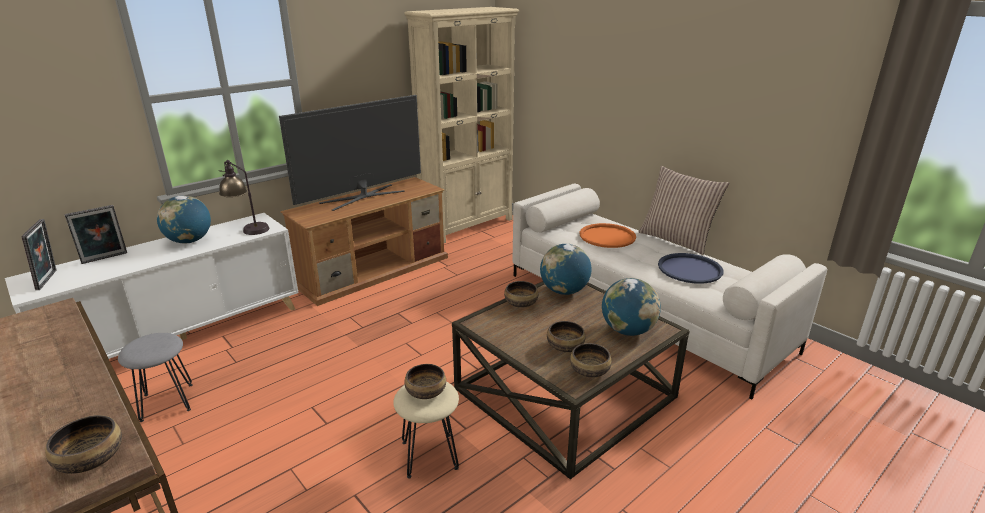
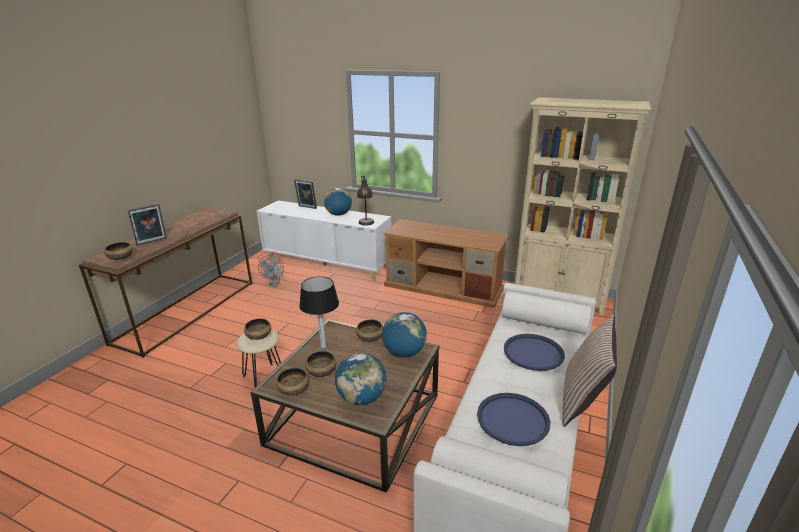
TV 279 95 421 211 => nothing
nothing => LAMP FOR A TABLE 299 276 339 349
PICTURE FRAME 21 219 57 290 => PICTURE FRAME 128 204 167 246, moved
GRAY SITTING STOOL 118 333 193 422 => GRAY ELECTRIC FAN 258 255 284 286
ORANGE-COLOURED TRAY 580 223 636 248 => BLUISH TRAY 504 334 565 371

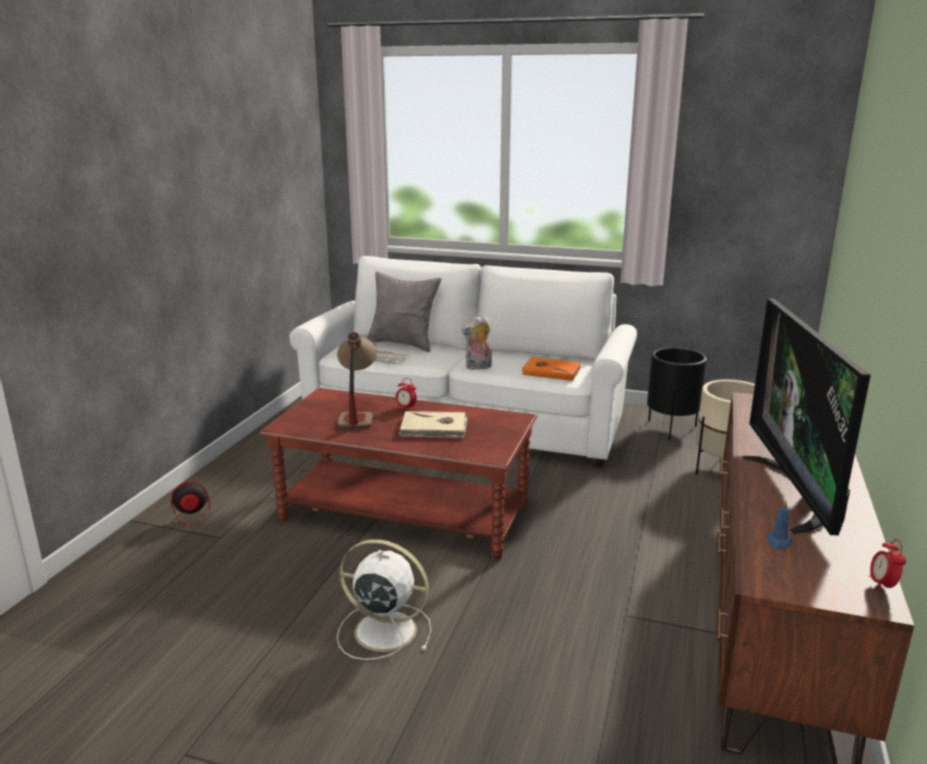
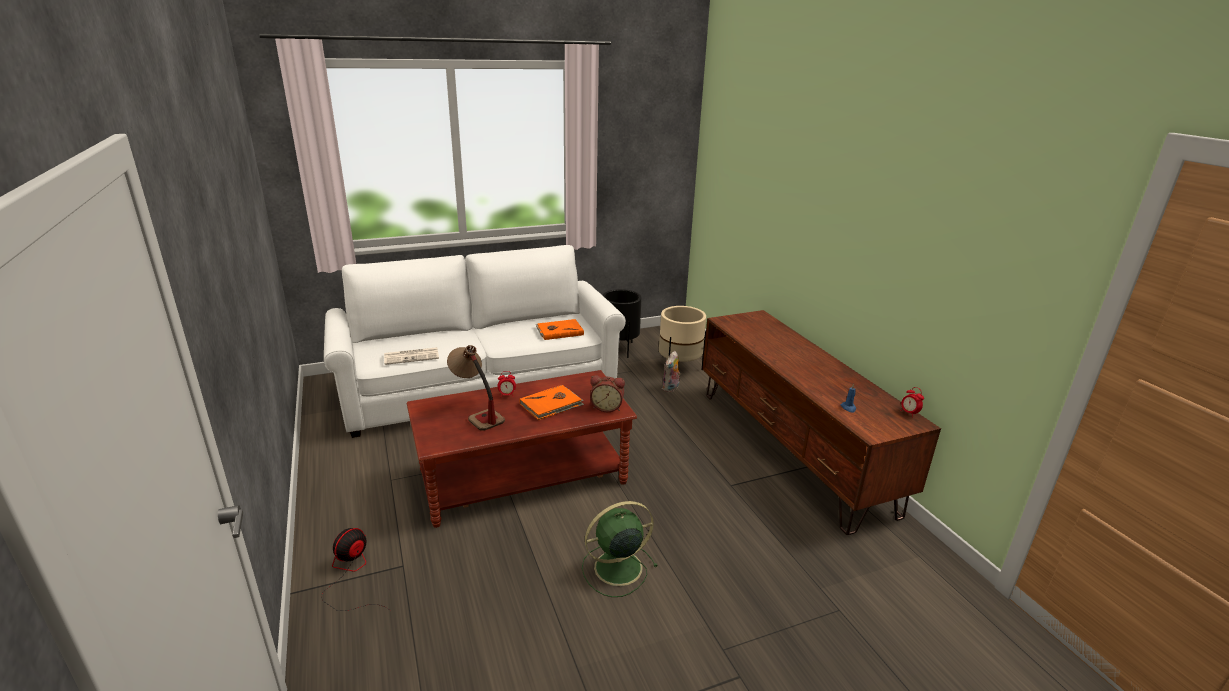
GRAY CUSHION 366 272 441 352 => nothing
TV 742 298 871 535 => nothing
nothing => ALARM CLOCK 590 375 625 412
SOFT TOY 462 316 492 370 => SOFT TOY 662 351 681 392, moved
WHITE-COLOURED ELECTRIC FAN 337 539 431 660 => GREEN ELECTRIC FAN 582 501 658 597
SAND-COLOURED BOUND BOOK 399 411 468 438 => ORANGE-COLOURED BOUND BOOK 519 385 584 420

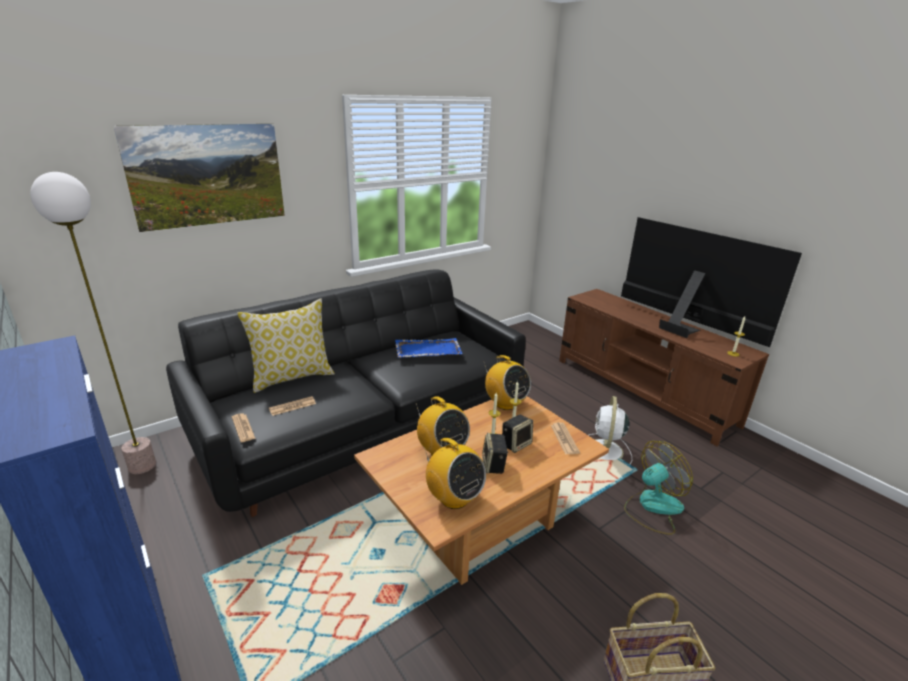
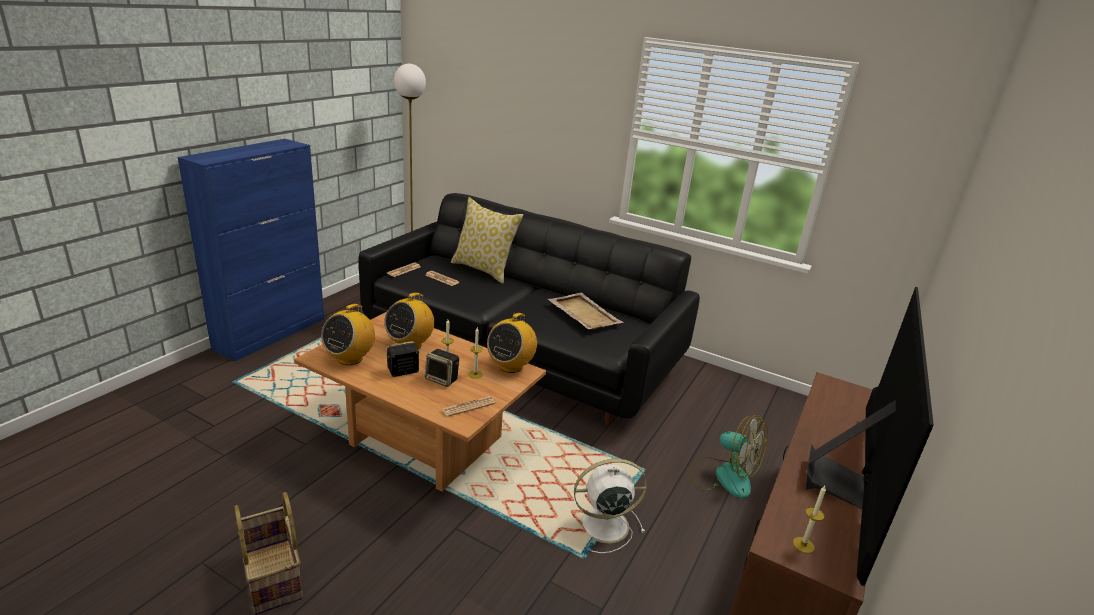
WALL ART 114 124 285 232 => nothing
ELECTRIC FAN 624 441 693 535 => ELECTRIC FAN 690 415 768 499, moved
BLUISH TRAY 395 338 463 357 => SAND-COLOURED TRAY 548 293 623 330

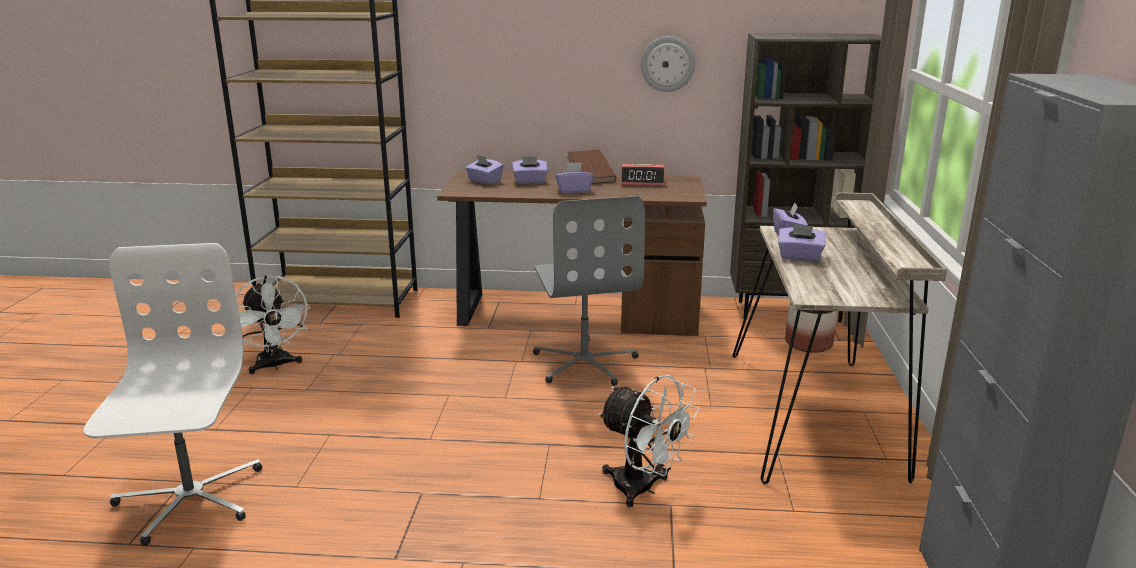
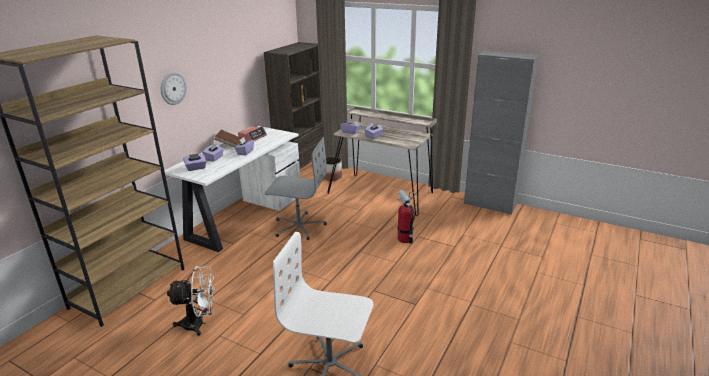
WALL CLOCK 641 36 695 92 => WALL CLOCK 161 72 187 105, moved
WHITE-COLOURED ELECTRIC FAN 598 375 700 507 => EXTINGUISHER 397 190 415 244
BROWN-COLOURED DESK 437 171 707 336 => WHITE-COLOURED DESK 164 126 300 252

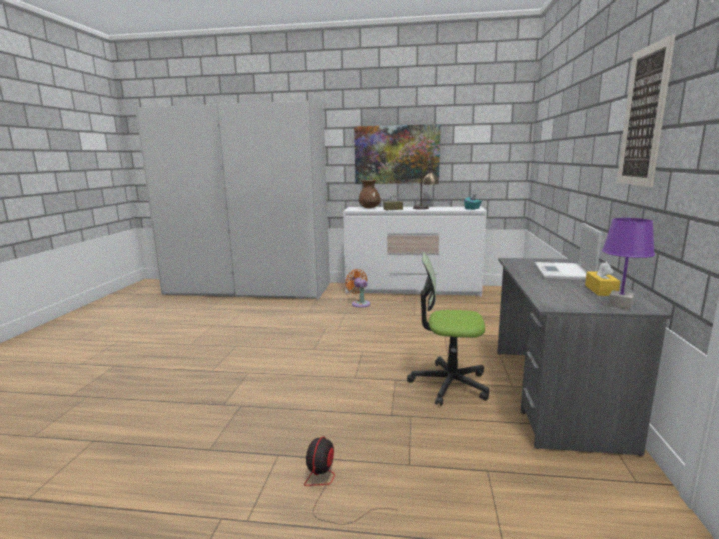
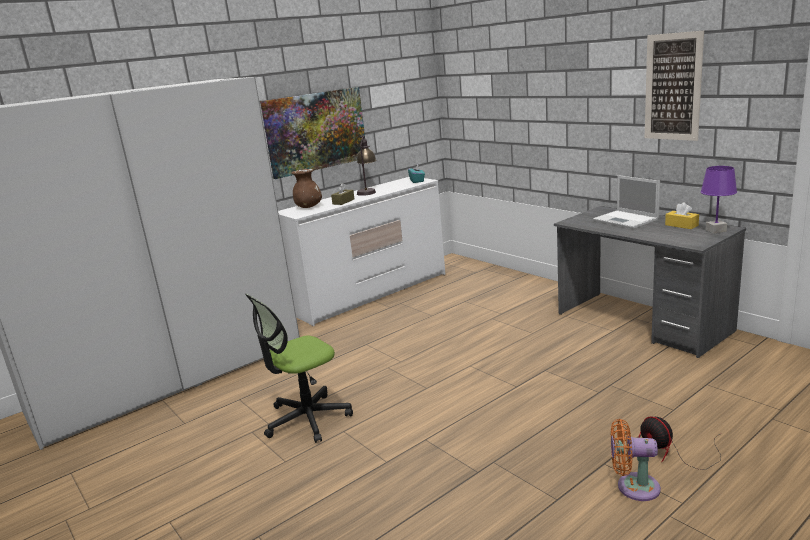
ORANGE-COLOURED ELECTRIC FAN 345 269 371 308 => ORANGE-COLOURED ELECTRIC FAN 611 419 661 501, moved
OFFICE CHAIR 407 253 489 406 => OFFICE CHAIR 245 293 353 443, moved

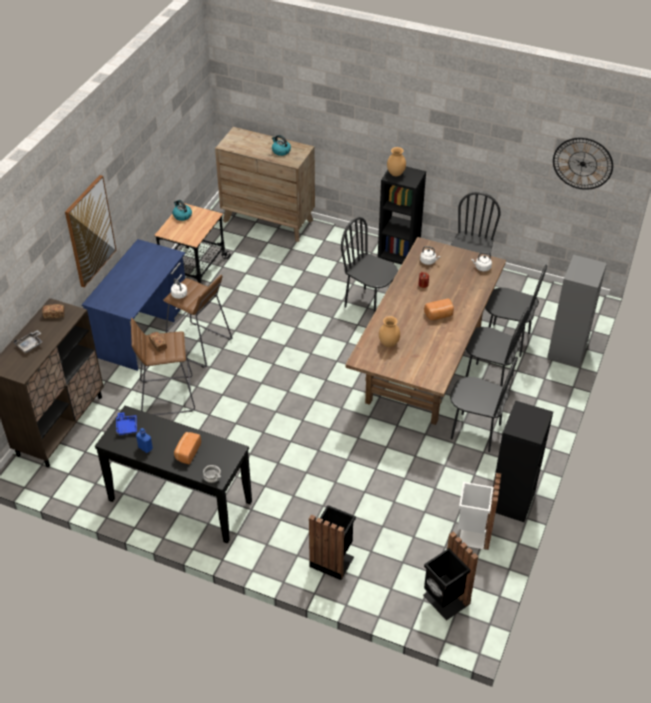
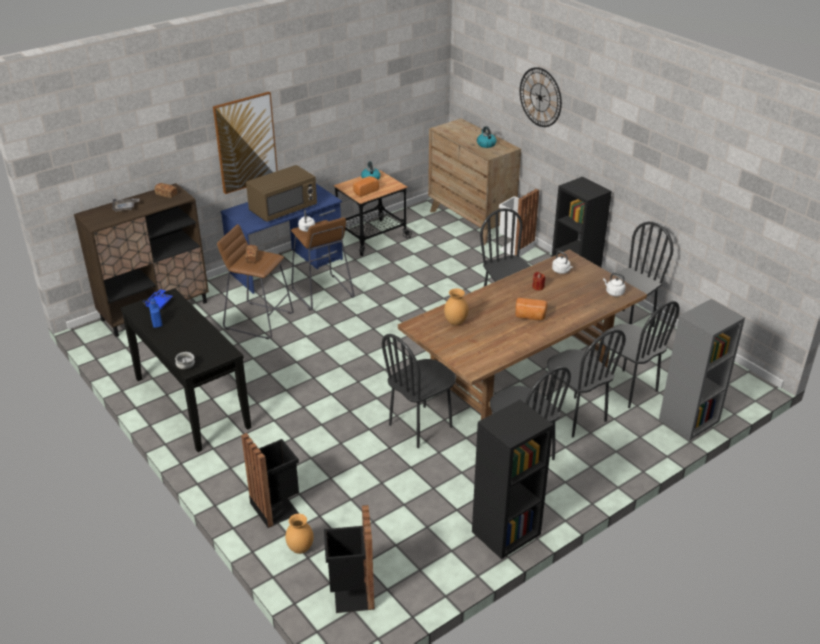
nothing => BROWN-COLOURED KITCHEN MICROWAVE 246 165 317 222
nothing => BLACK CHAIR 382 334 456 448
BAKERY BREAD 174 432 201 465 => BAKERY BREAD 353 176 379 197, moved
BROWN-COLOURED VASE 387 147 406 176 => BROWN-COLOURED VASE 285 514 313 554, moved
WHITE-COLOURED WASTE BIN 458 473 501 550 => WHITE-COLOURED WASTE BIN 499 189 539 257, moved
WALL CLOCK 553 138 613 190 => WALL CLOCK 520 67 562 127, moved

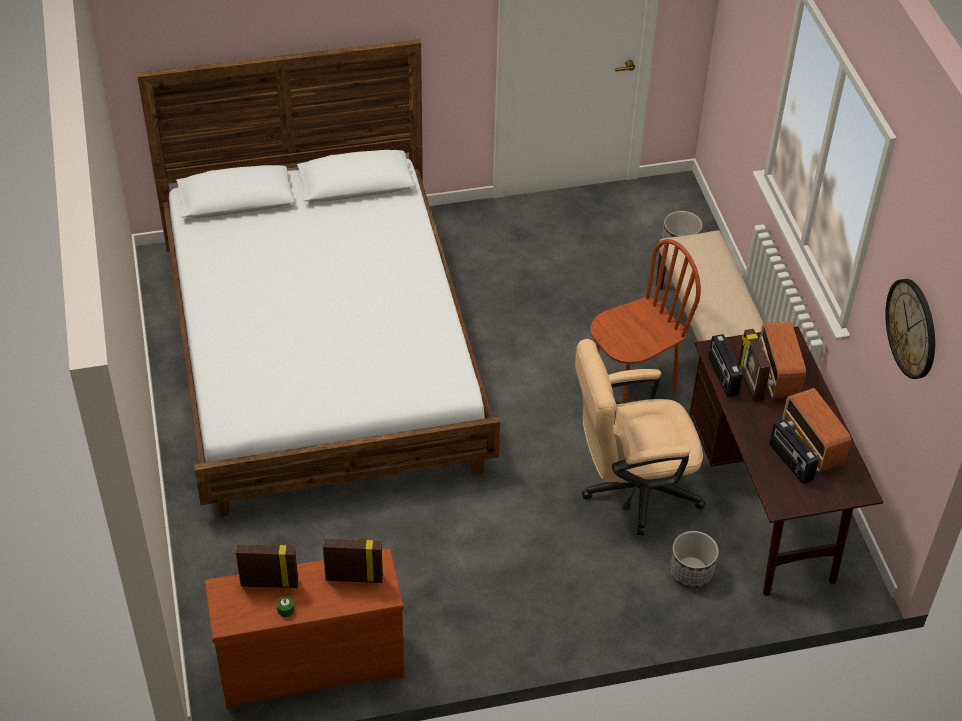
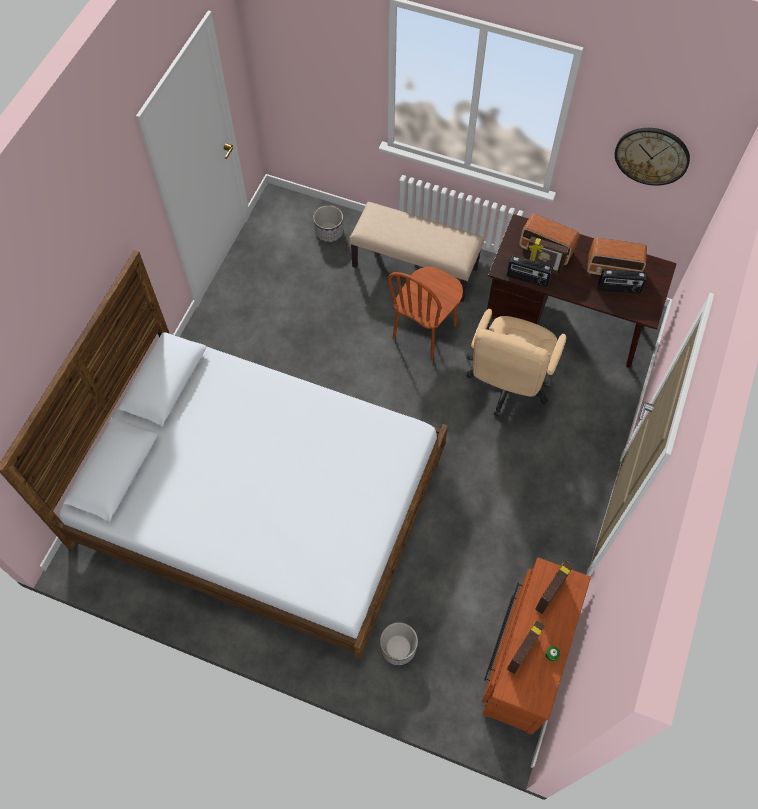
FLOWER POT 670 531 719 588 => FLOWER POT 380 622 418 665, moved
BROWN-COLOURED CHAIR 590 239 701 402 => BROWN-COLOURED CHAIR 388 267 463 361, 150 degrees counterclockwise

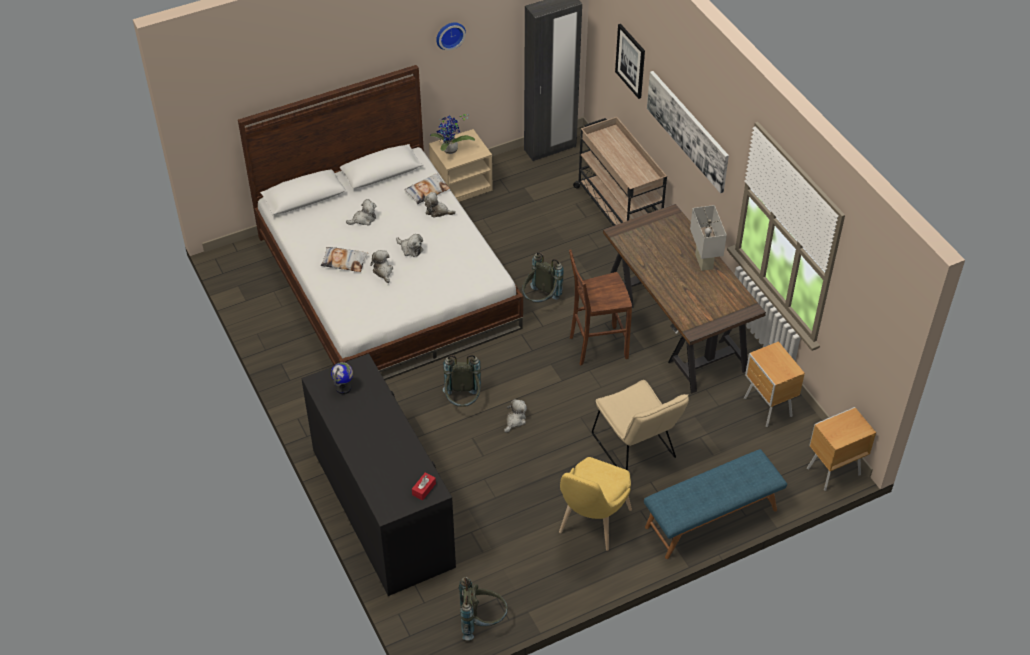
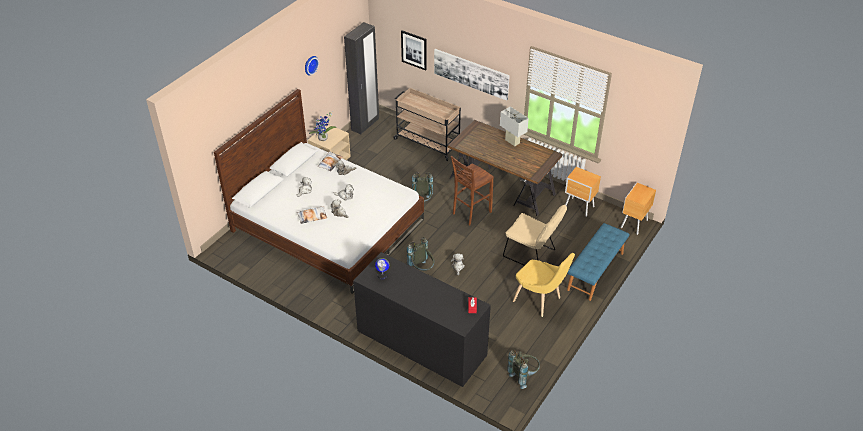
YELLOW CHAIR 559 457 632 551 => YELLOW CHAIR 513 253 575 317, 45 degrees counterclockwise

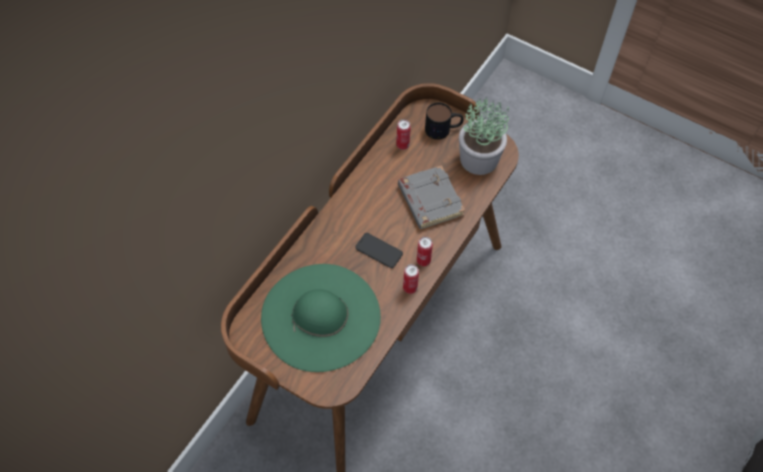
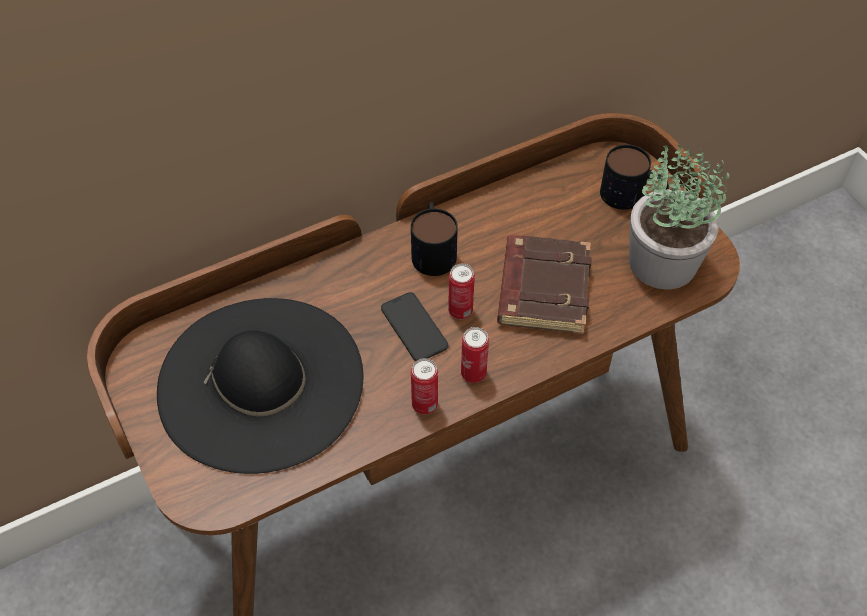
nothing => TEA MUG 411 202 458 276
METAL CAN 396 120 411 150 => METAL CAN 448 264 475 319, moved
GREEN WEARABLE HAT 261 264 381 372 => BLACK WEARABLE HAT 157 298 364 474
GRAY BOUND BOOK 398 165 465 229 => BROWN-COLOURED BOUND BOOK 497 235 592 334

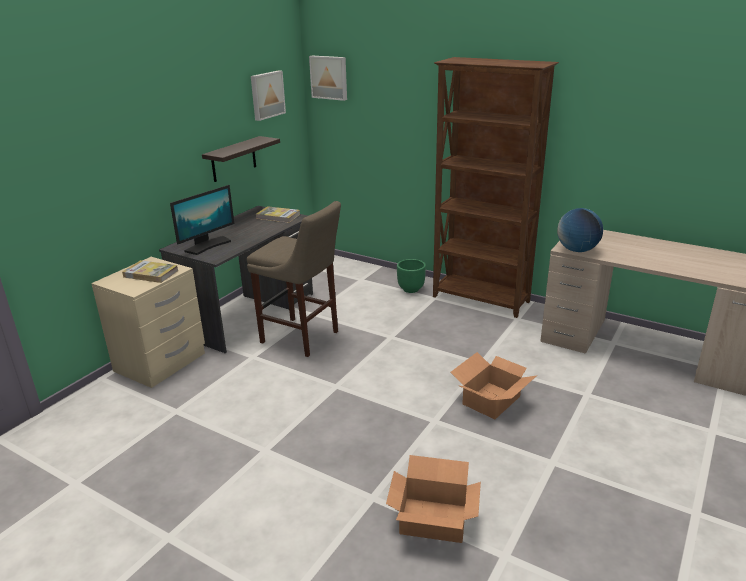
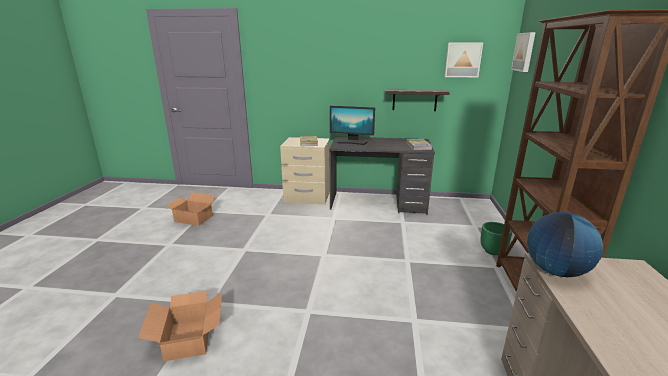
SAND-COLOURED SITTING STOOL 247 201 341 357 => nothing
PACKING BOX 451 352 536 419 => PACKING BOX 167 192 216 226, moved

